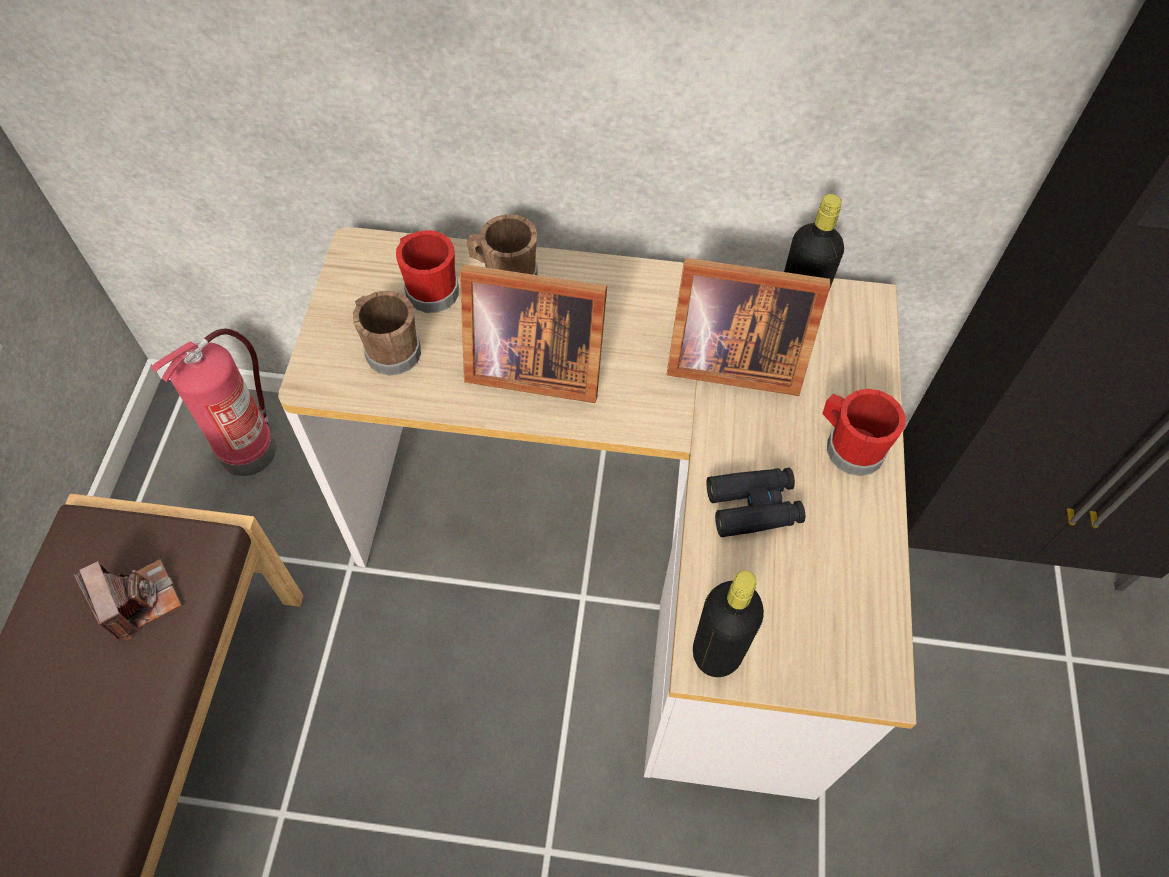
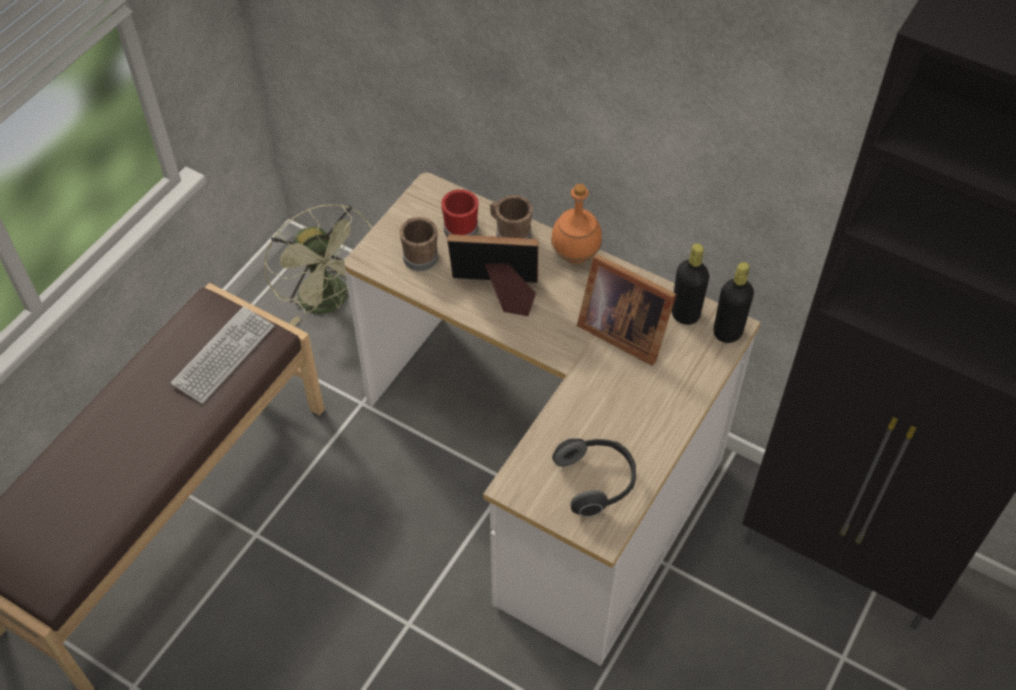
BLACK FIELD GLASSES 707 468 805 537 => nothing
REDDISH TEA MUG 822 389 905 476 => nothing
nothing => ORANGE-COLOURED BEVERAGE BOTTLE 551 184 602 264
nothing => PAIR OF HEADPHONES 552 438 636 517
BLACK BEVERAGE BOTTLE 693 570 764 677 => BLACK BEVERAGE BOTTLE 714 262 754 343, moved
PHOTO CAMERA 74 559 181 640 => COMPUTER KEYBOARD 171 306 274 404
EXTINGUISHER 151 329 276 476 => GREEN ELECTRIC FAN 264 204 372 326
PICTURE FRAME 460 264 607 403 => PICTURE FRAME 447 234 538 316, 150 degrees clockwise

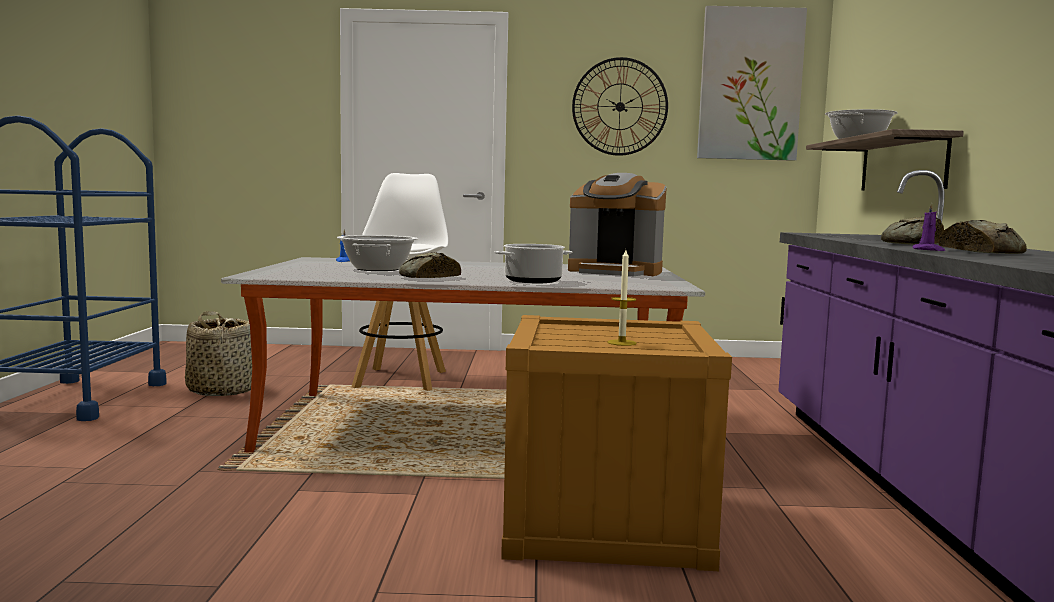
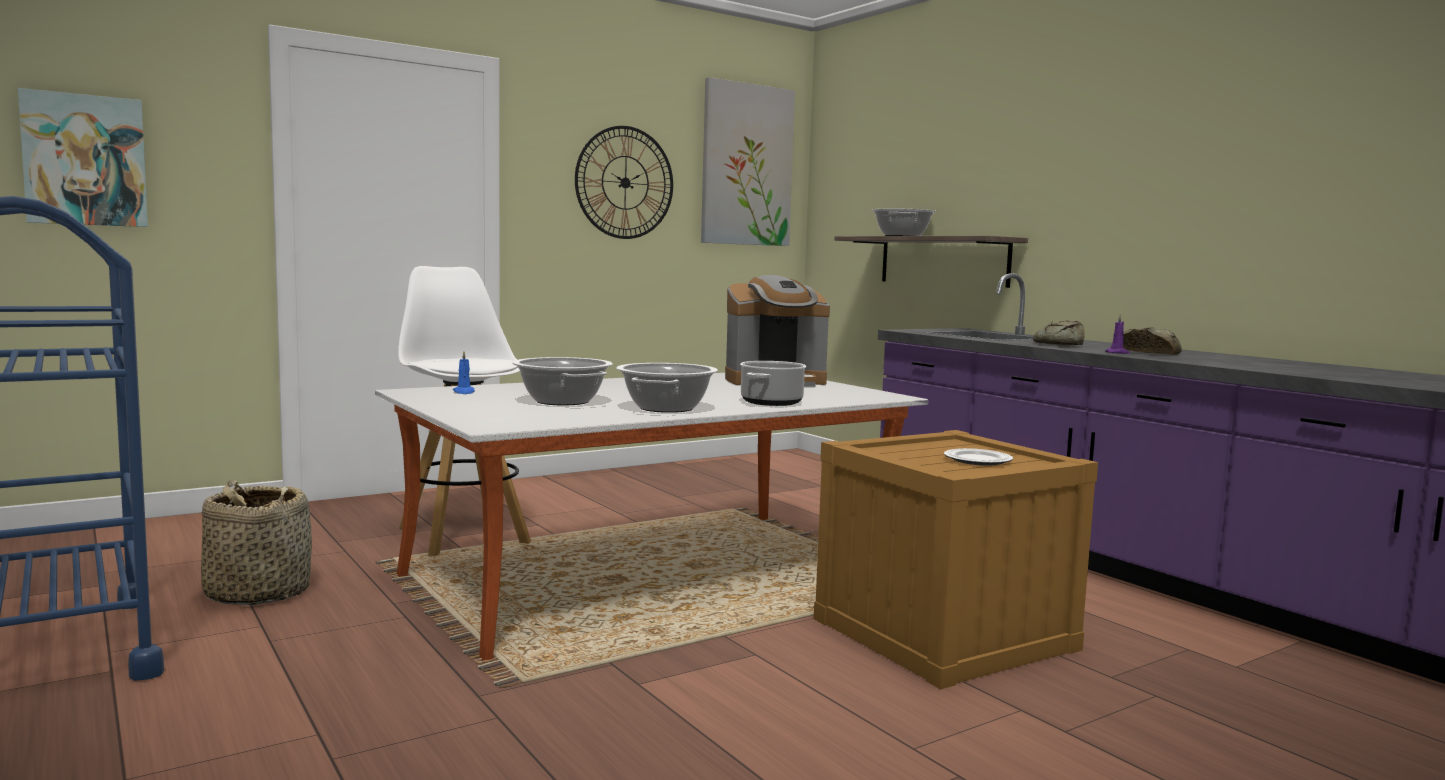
nothing => WALL ART 18 88 148 227
BAKERY BREAD 399 252 461 278 => STOCKPOT 616 363 718 413
WAX CANDLE 607 250 636 346 => FLAT DISH 944 448 1013 466

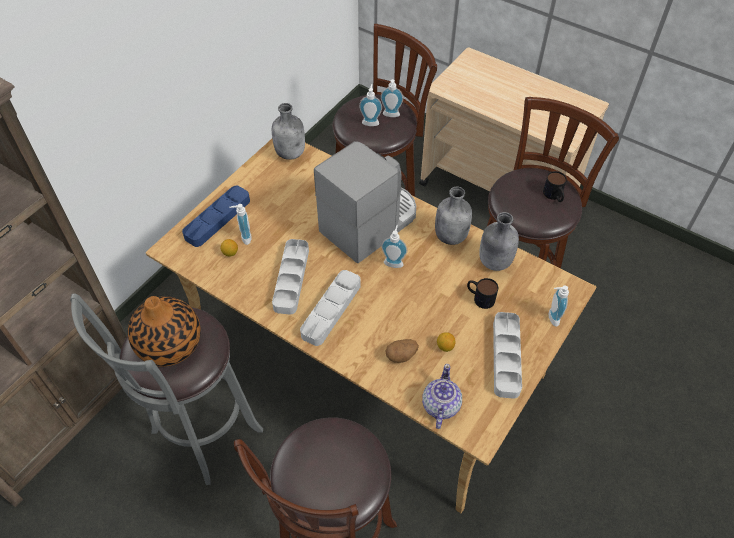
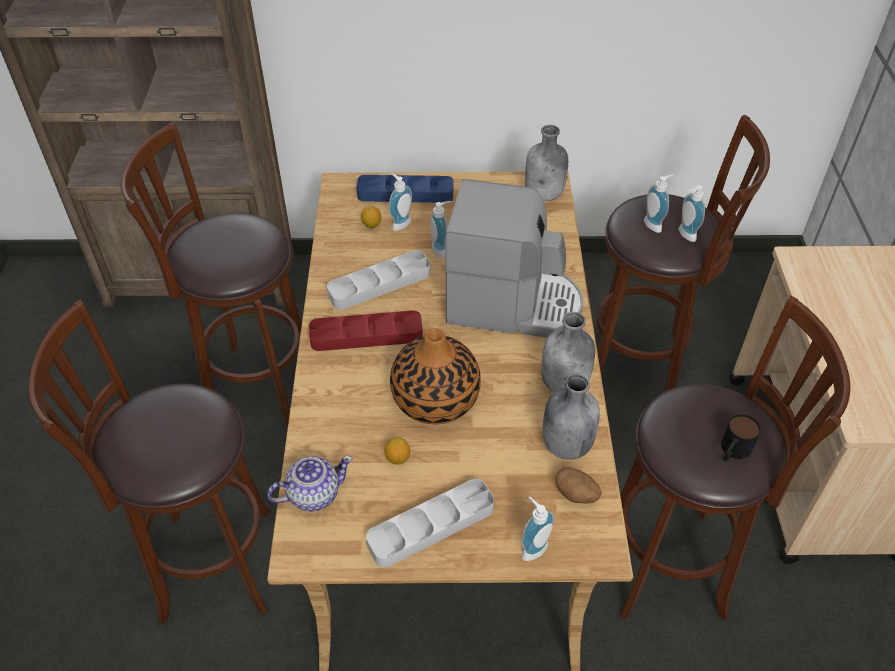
TEA MUG 467 278 498 309 => nothing
VASE 128 296 201 367 => VASE 390 328 481 424, moved
SOAP BOTTLE 381 225 407 268 => SOAP BOTTLE 430 201 451 258, moved
WHOLE POTATO 386 339 419 363 => WHOLE POTATO 555 467 602 504, moved
GRAY SITTING STOOL 70 294 263 485 => BROWN-COLOURED SITTING STOOL 121 122 302 426
GRAY TRAY 300 270 361 346 => REDDISH TRAY 309 310 423 351

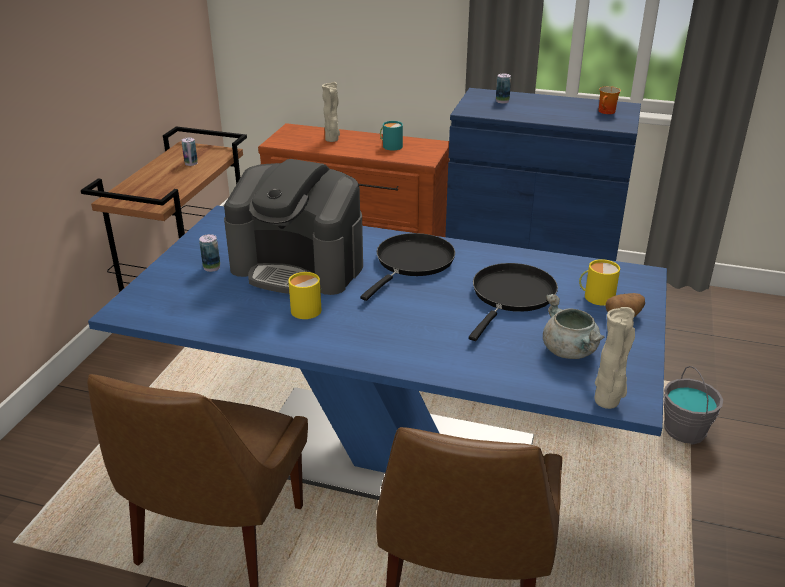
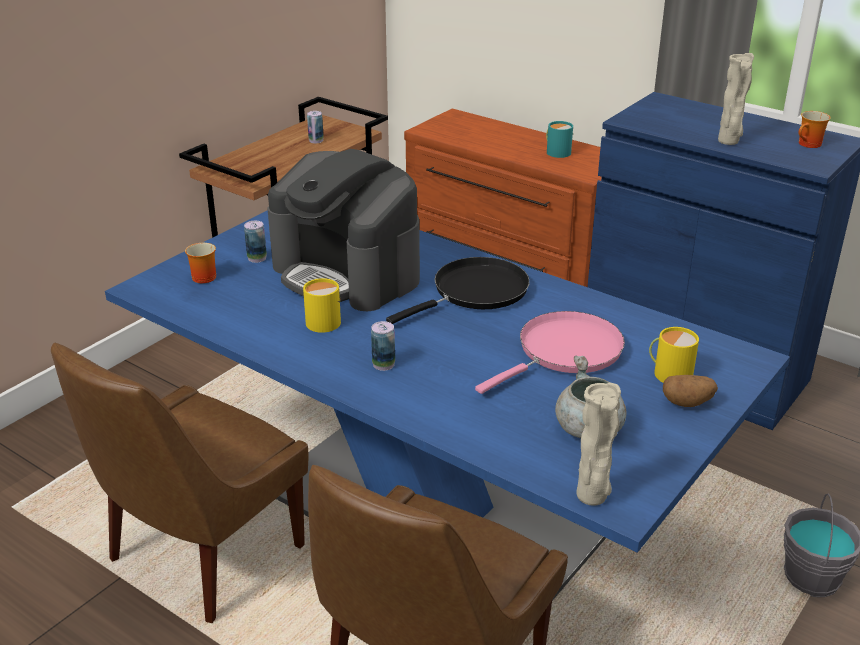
nothing => TEA MUG 185 243 216 283
SAND-COLOURED VASE 322 82 340 142 => SAND-COLOURED VASE 718 53 754 145, moved
METAL CAN 496 74 511 103 => METAL CAN 371 321 395 371, moved
BLACK FRYING PAN 469 263 558 341 => PINKISH FRYING PAN 475 311 625 394

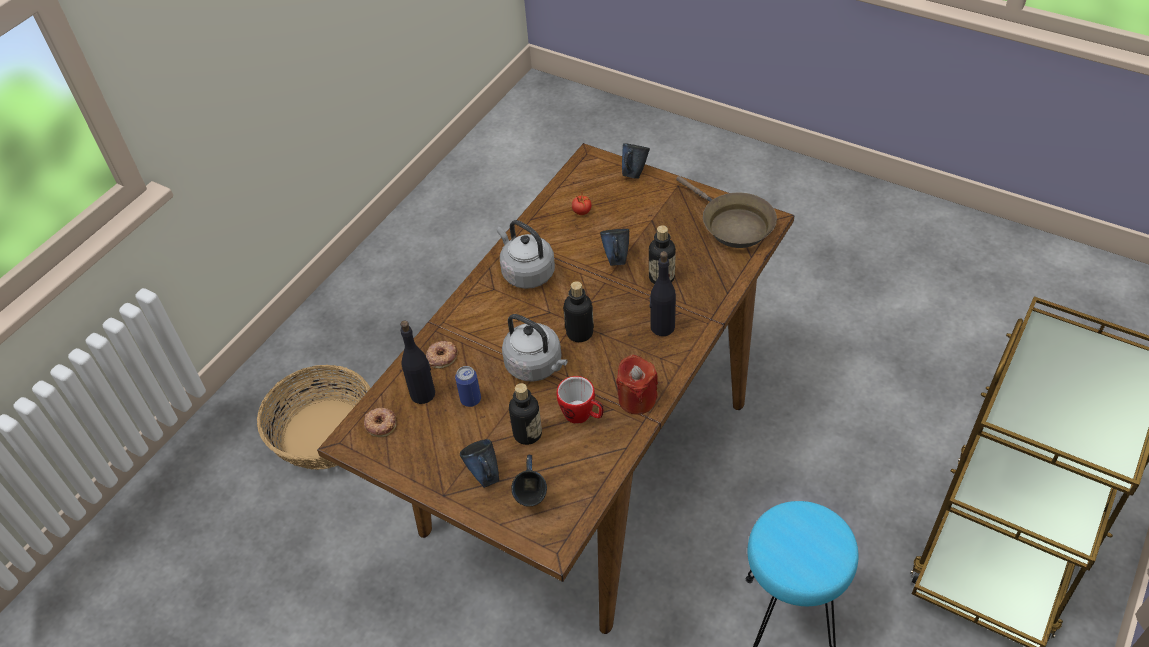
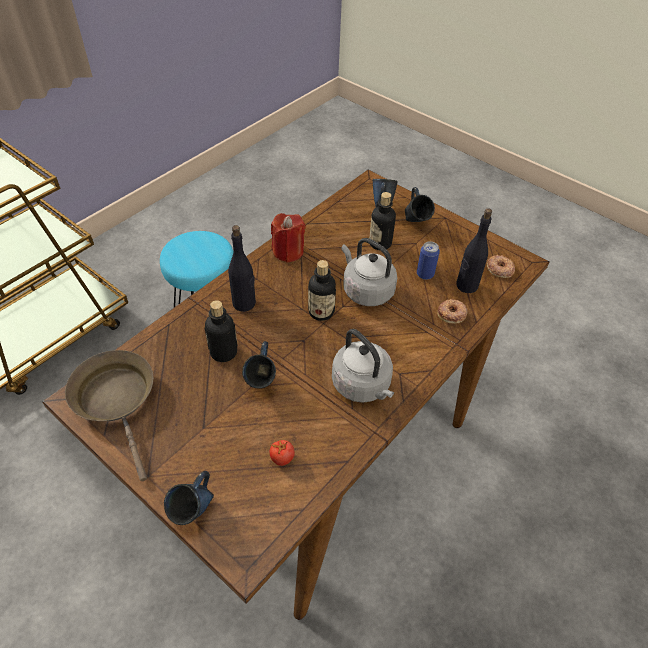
BASKET 257 365 370 470 => nothing
TEA MUG 557 376 604 424 => nothing

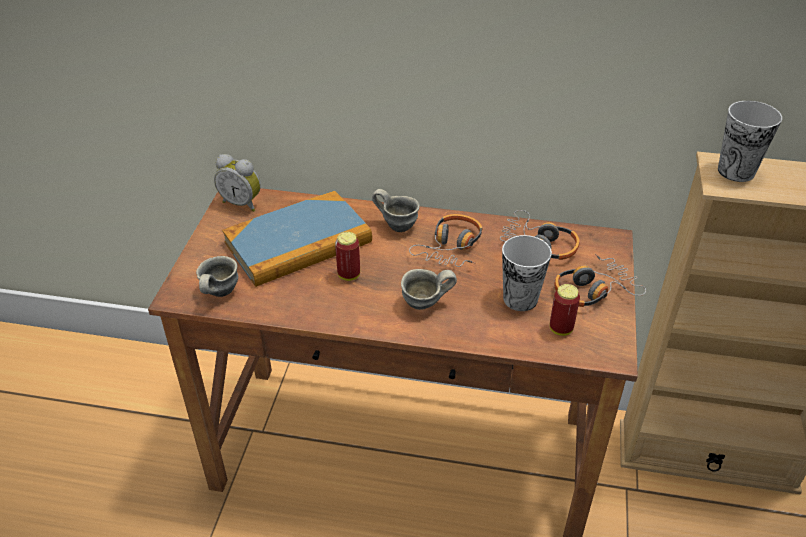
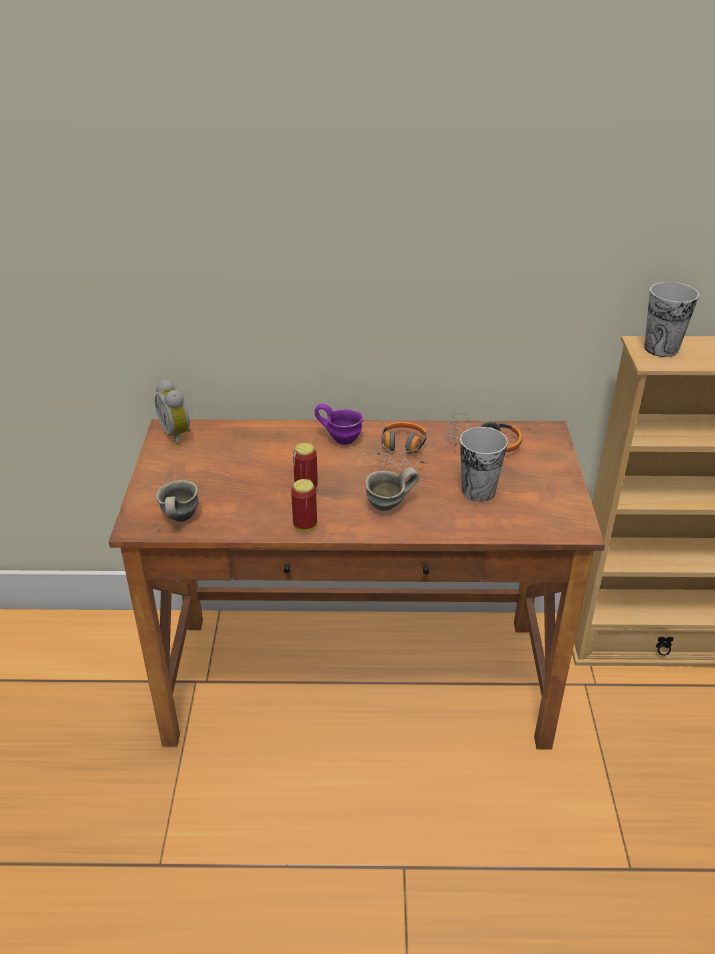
BOUND BOOK 222 191 372 287 => nothing
PAIR OF HEADPHONES 554 254 646 307 => nothing
METAL CAN 550 284 580 336 => METAL CAN 291 479 317 532, moved
GRAY TEA MUG 372 189 419 232 => PURPLE-COLOURED TEA MUG 315 404 363 445
ALARM CLOCK 214 154 261 212 => ALARM CLOCK 155 379 190 445, 45 degrees clockwise

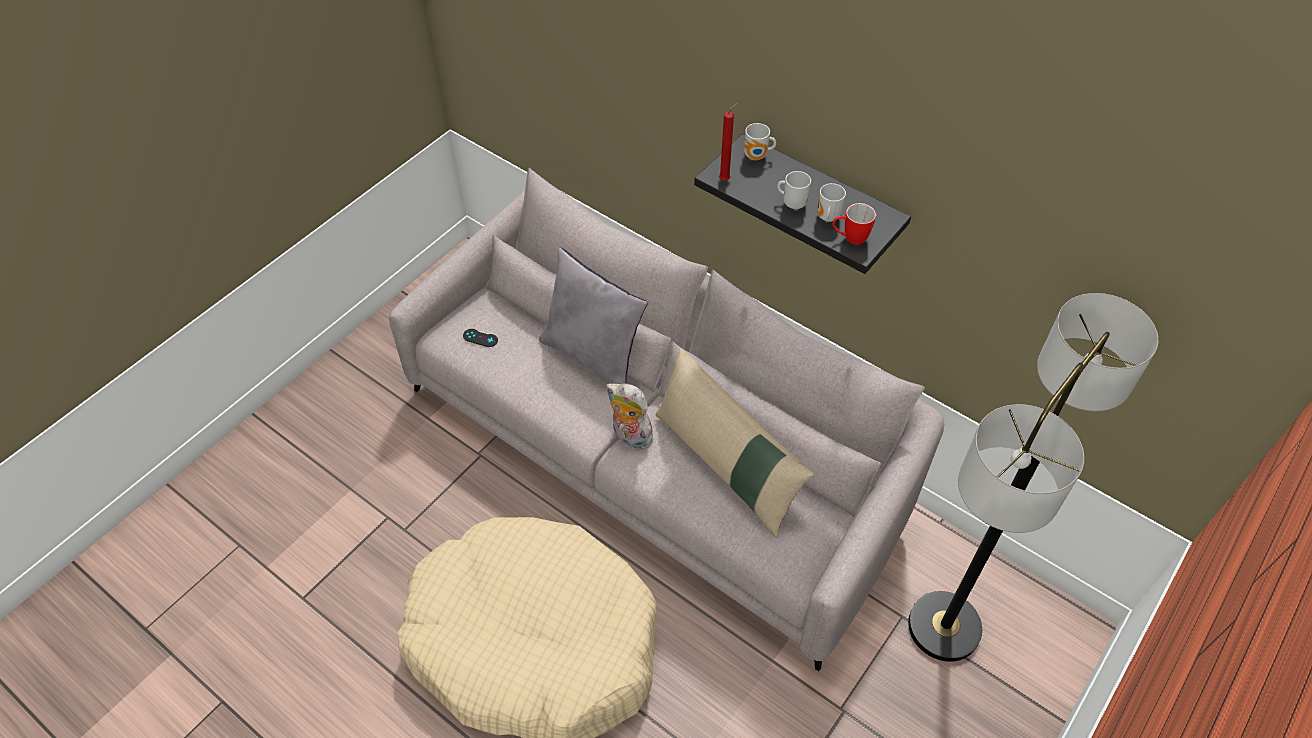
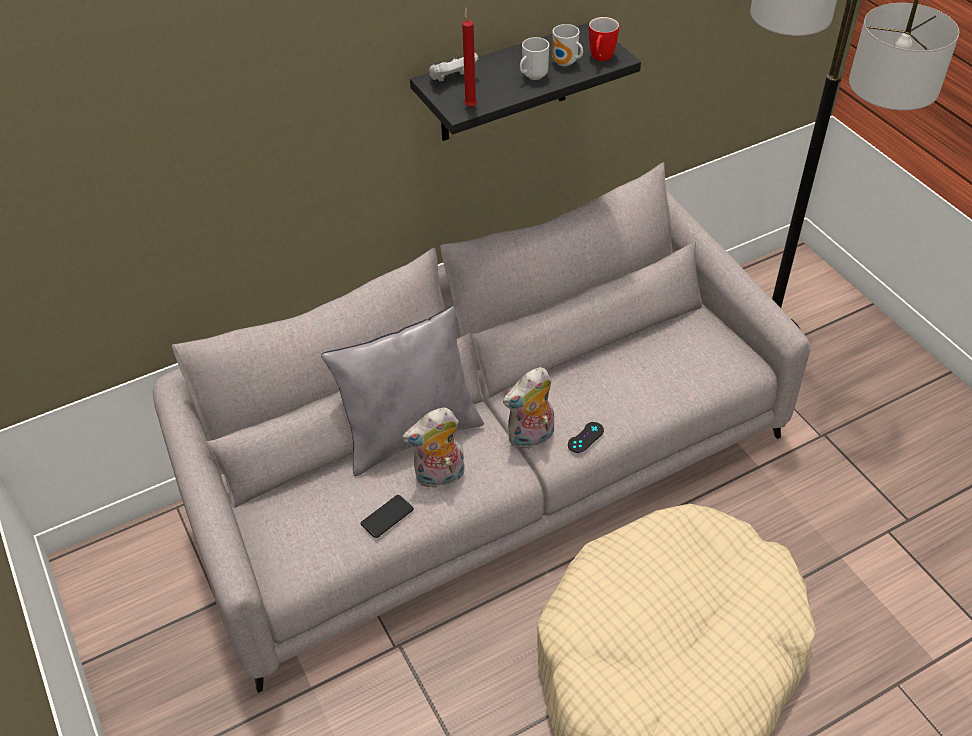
SAND-COLOURED CUSHION 655 349 814 538 => nothing
nothing => HANDSET 361 495 414 538
nothing => SOFT TOY 402 408 465 488
BLACK GAME CONTROLLER 463 329 498 347 => BLACK GAME CONTROLLER 568 422 604 453, moved
TEA MUG 744 123 776 160 => WHITE-COLOURED GAME CONTROLLER 429 53 479 82

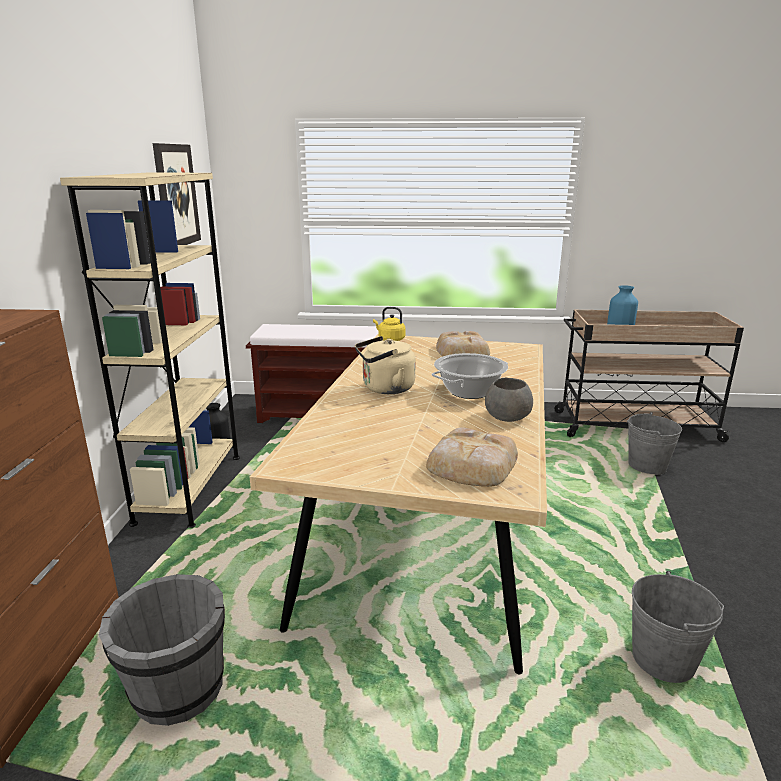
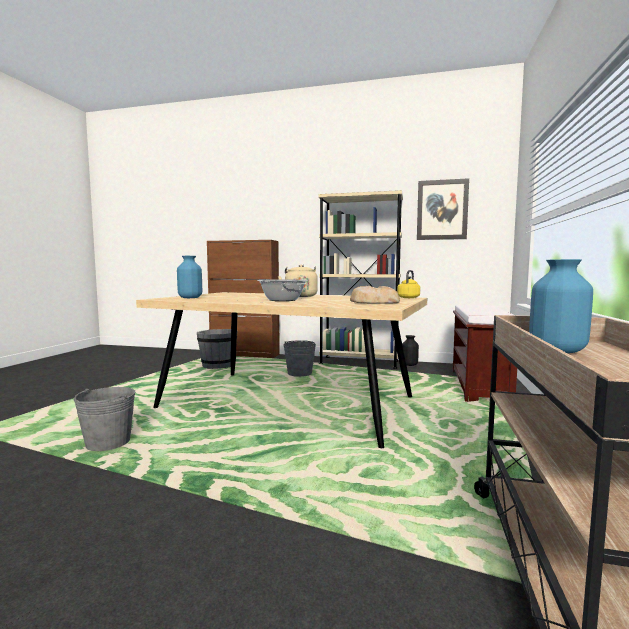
GRAY BOWL 485 378 533 422 => nothing
GRAY WATER BUCKET 627 412 682 475 => GRAY WATER BUCKET 283 340 316 377, moved
BAKERY BREAD 426 427 518 487 => BLUISH VASE 177 256 202 298

